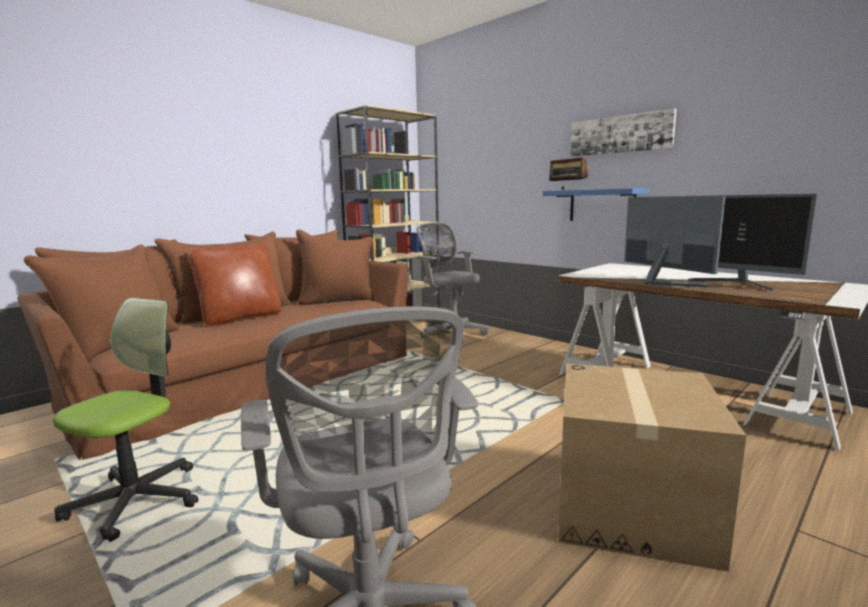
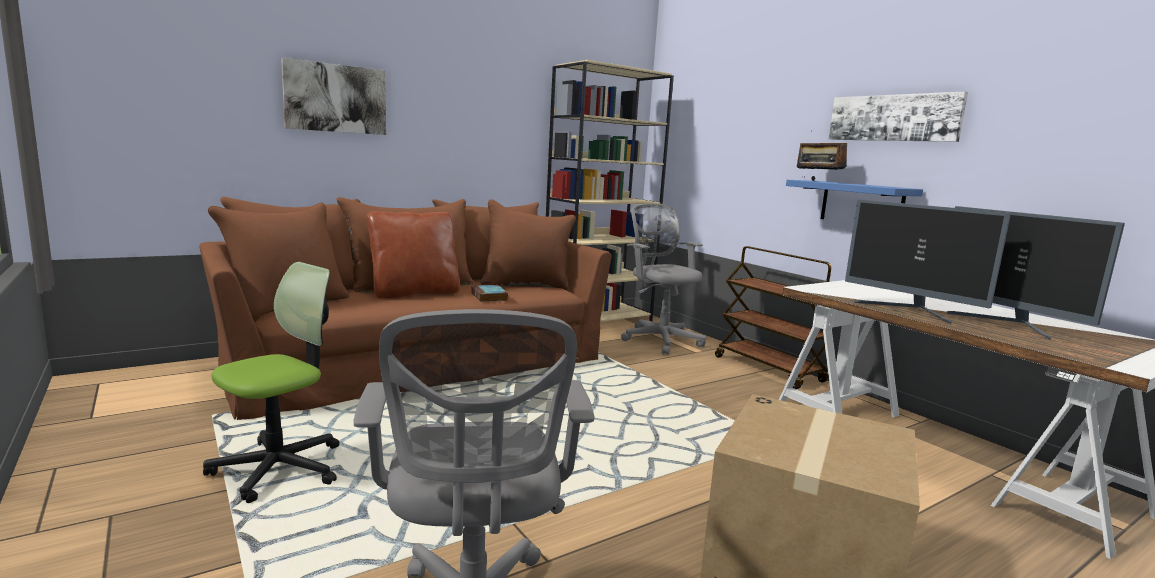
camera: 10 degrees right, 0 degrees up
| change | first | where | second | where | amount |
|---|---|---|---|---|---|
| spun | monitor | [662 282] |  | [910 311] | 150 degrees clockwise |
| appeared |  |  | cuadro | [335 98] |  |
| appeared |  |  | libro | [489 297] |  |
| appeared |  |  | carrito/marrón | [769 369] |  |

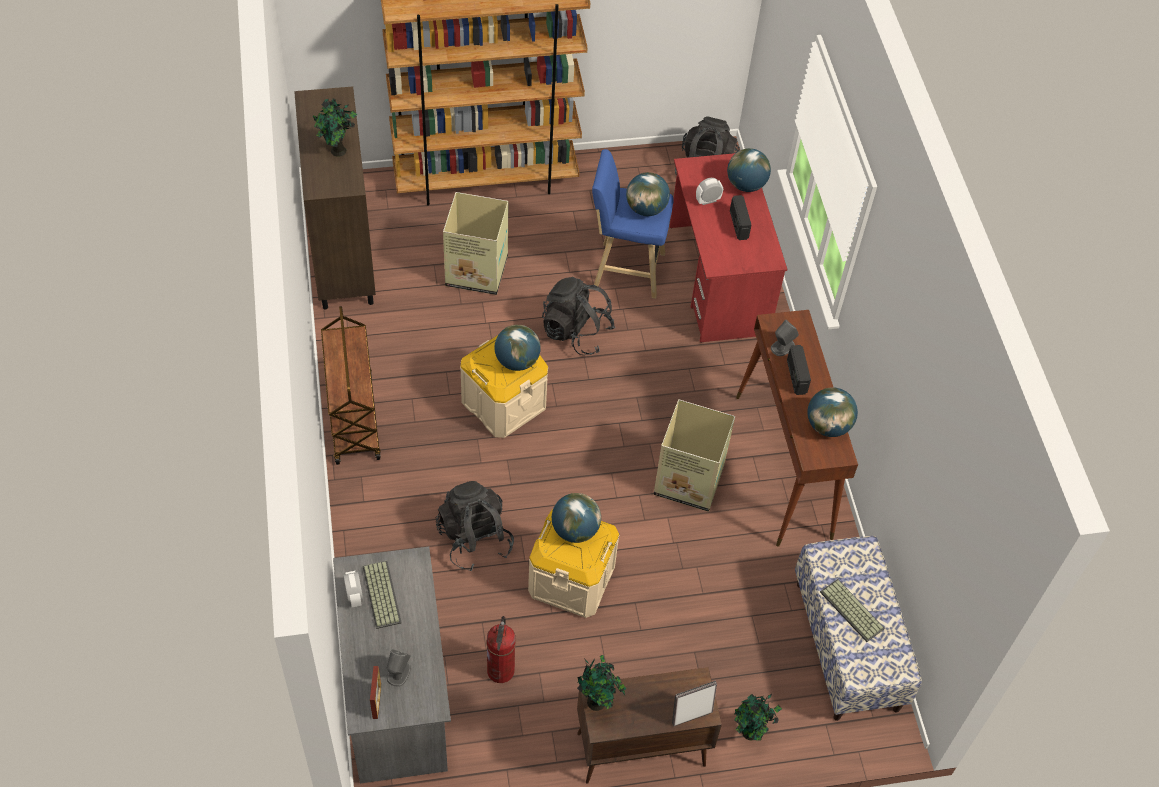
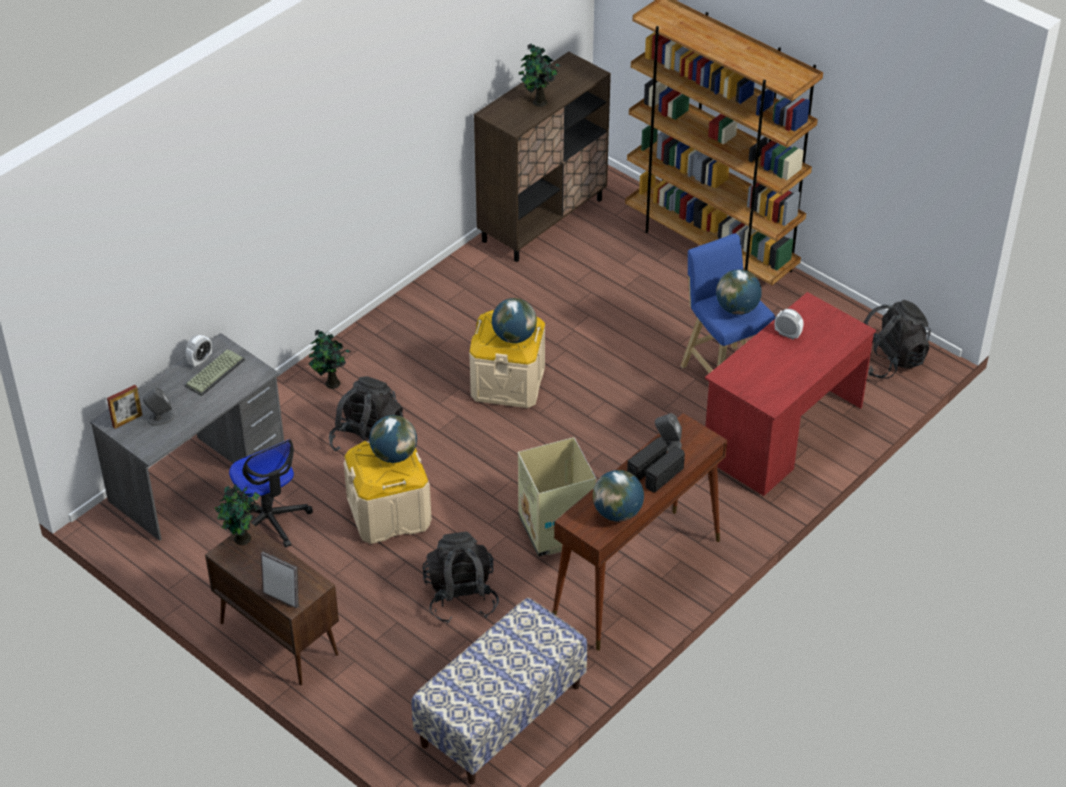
camera: 55 degrees right, 10 degrees down
| change | first | where | second | where | amount |
|---|---|---|---|---|---|
| missing | carrito/marrón | [353 418] |  |  |  |
| missing | caja de cartón | [475 271] |  |  |  |
| exchanged | extintor | [500 670] | silla de oficina | [269 521] |  |
| relocated | mochila/negro | [576 332] |  | [461 597] |  |
| missing | globo terráqueo | [746 185] |  |  |  |
| relocated | radio | [738 225] |  | [664 477] |  |
| relocated | planta en maceta | [750 734] |  | [331 384] |  |
| missing | teclado | [850 610] |  |  |  |

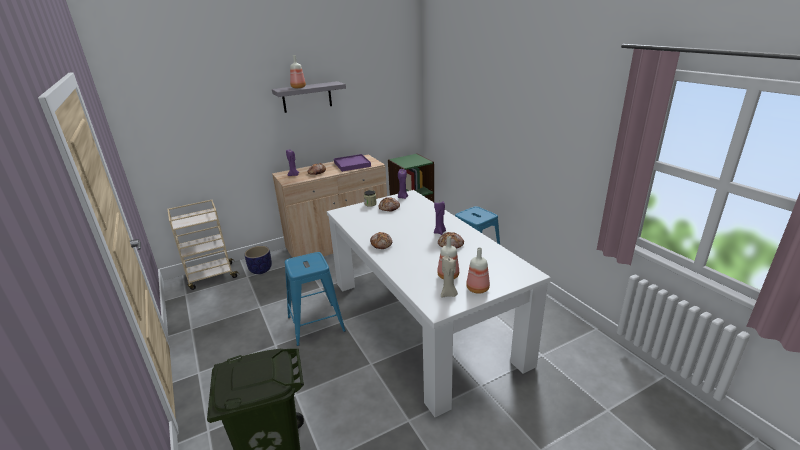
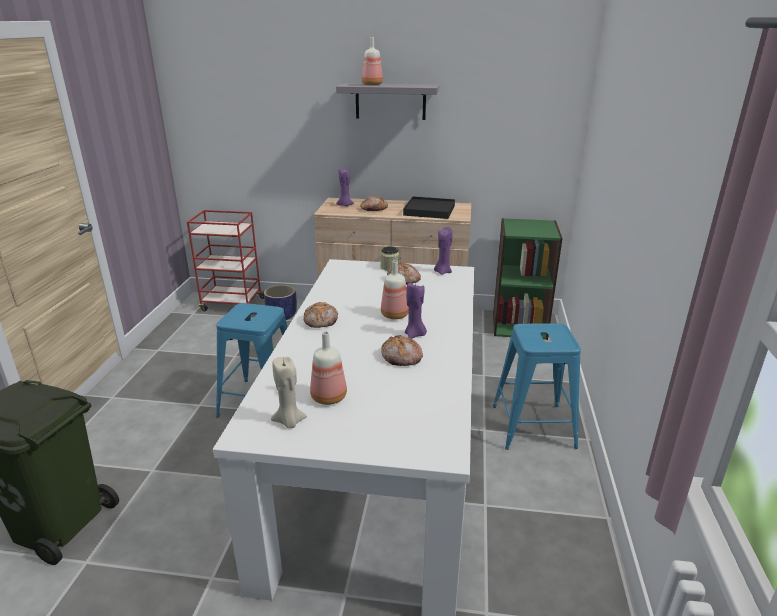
camera: 35 degrees right, 0 degrees up
| change | first | where | second | where | amount |
|---|---|---|---|---|---|
| colour | carrito/beis | [211 276] | carrito/rojo | [232 304] |  |
| colour | bandeja/morado | [352 164] | bandeja/negro | [429 210] |  |
| relocated | botella | [477 288] |  | [395 315] |  |

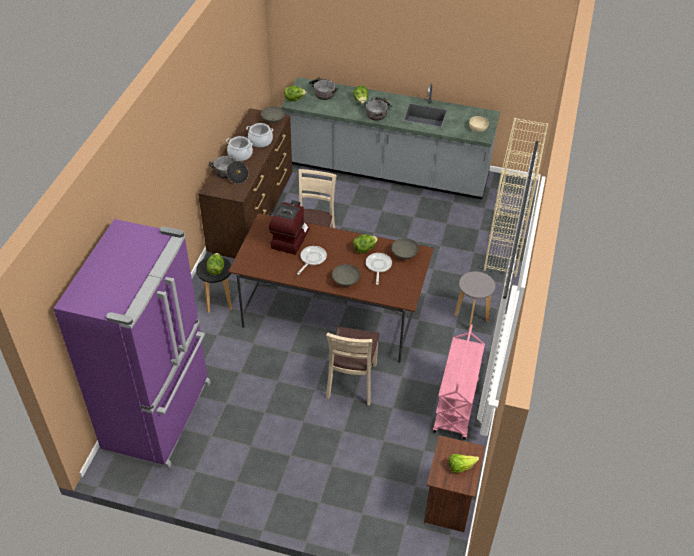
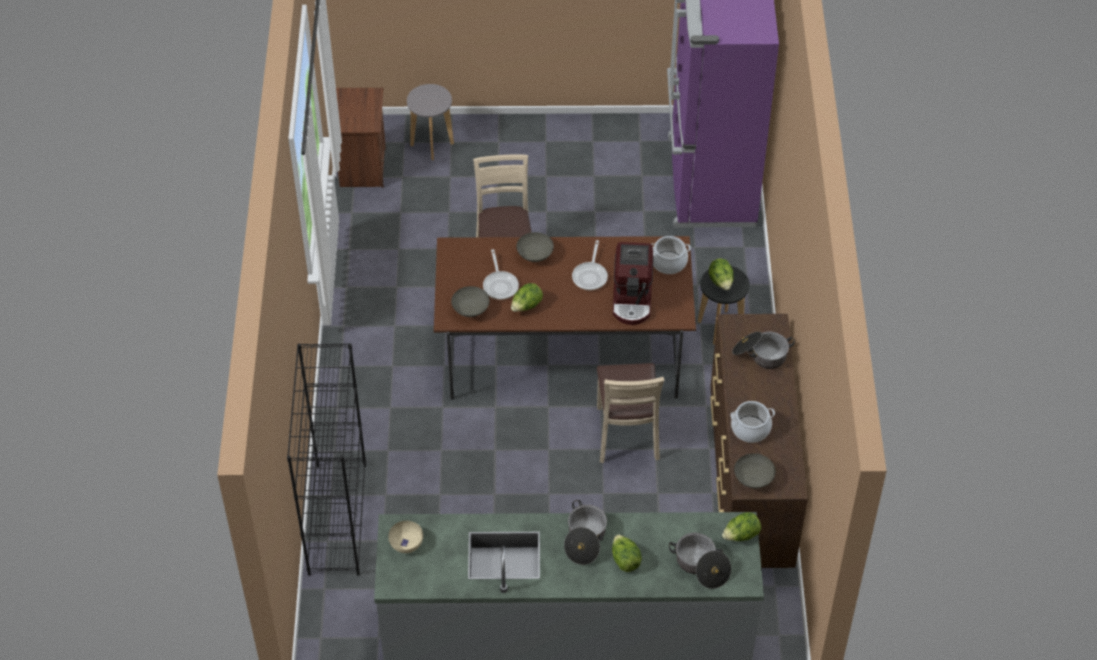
camera: 165 degrees right, 5 degrees up
| change | first | where | second | where | amount |
|---|---|---|---|---|---|
| relocated | olla | [240 155] |  | [668 262] |  |
| missing | carrito/rosa | [456 407] |  |  |  |
| missing | lechuga | [460 466] |  |  |  |
| relocated | taburete/gris | [471 318] |  | [431 144] |  |
| colour | estantería/beis | [506 246] | estantería/negro | [337 518] |  |

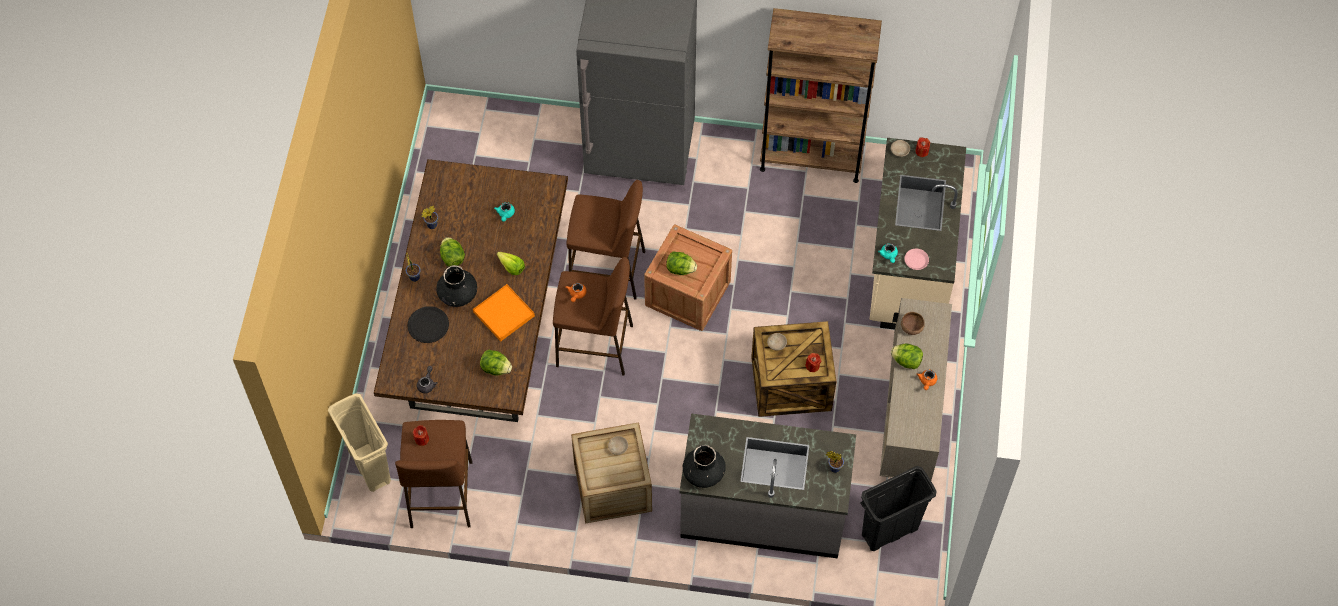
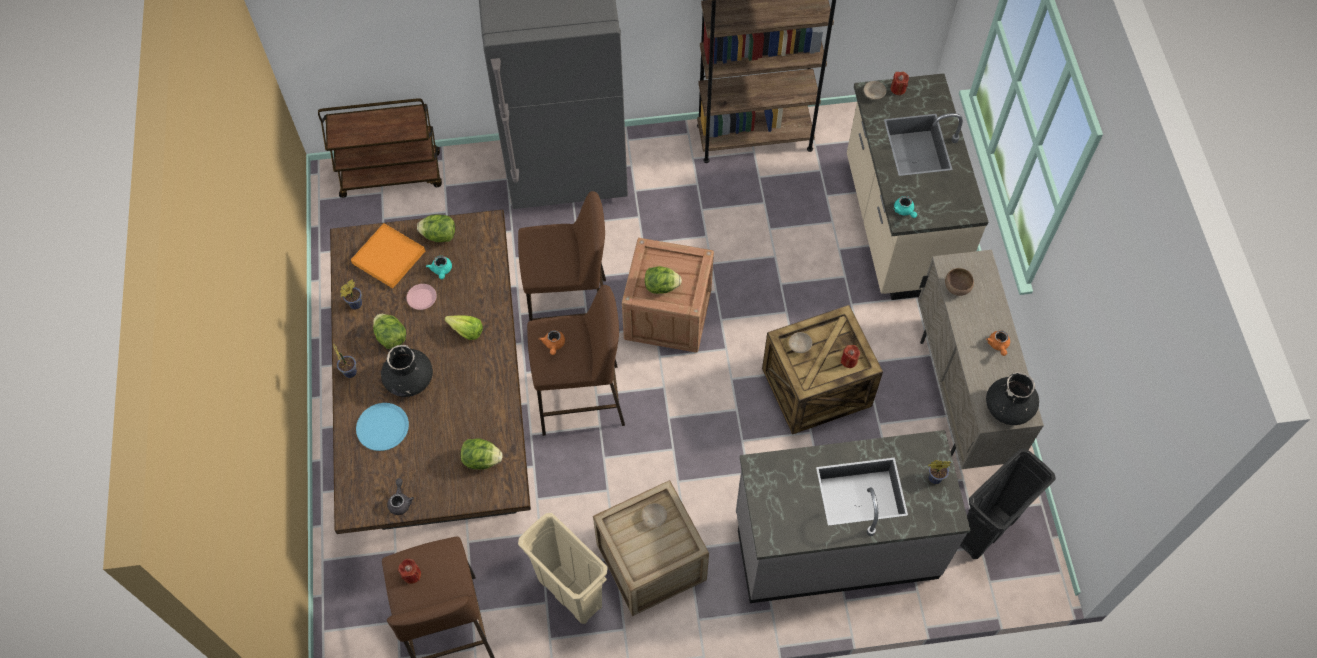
camera: 15 degrees left, 0 degrees up
| change | first | where | second | where | amount |
|---|---|---|---|---|---|
| relocated | papelera/beis | [369 466] |  | [570 592] |  |
| colour | plato/negro | [428 325] | plato/azul | [382 427] |  |
| relocated | bandeja/naranja | [504 314] |  | [388 257] |  |
| relocated | florero/negro | [703 473] |  | [1008 408] |  |
| relocated | lechuga | [906 361] |  | [439 235] |  |
| relocated | plato/rosa | [916 260] |  | [422 298] |  |
| appeared |  |  | carrito/marrón | [392 174] |  |

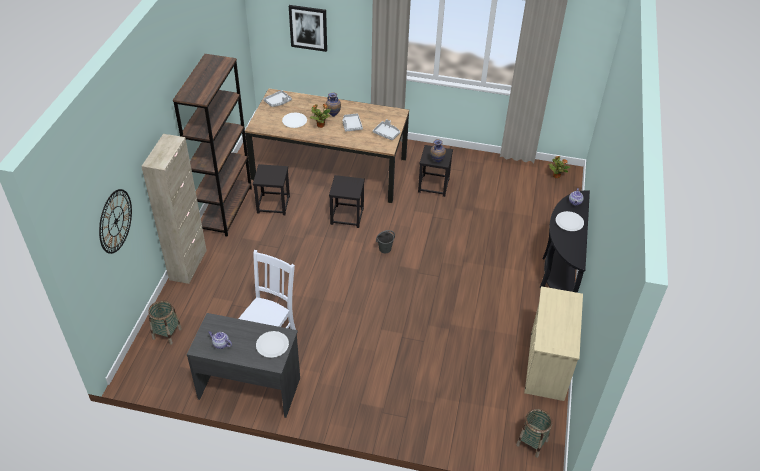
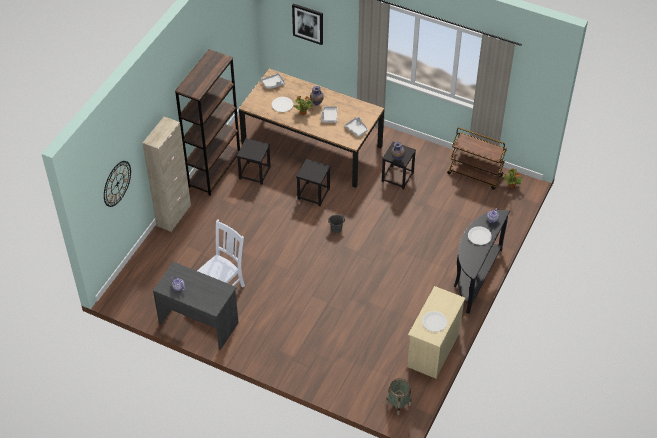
camera: 15 degrees right, 5 degrees up
| change | first | where | second | where | amount |
|---|---|---|---|---|---|
| missing | cesta | [167 333] |  |  |  |
| relocated | plato/blanco | [272 345] |  | [434 322] |  |
| appeared |  |  | carrito/marrón | [475 174] |  |

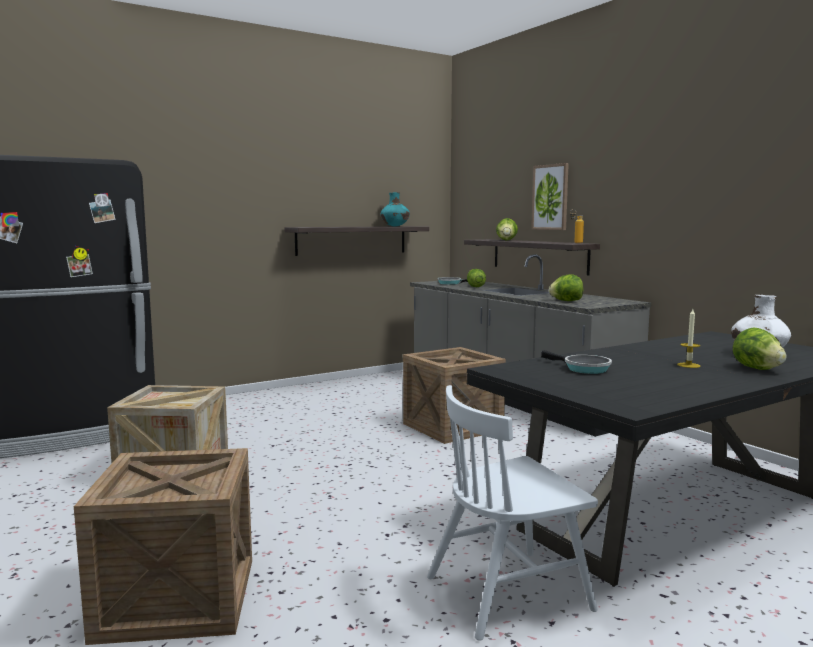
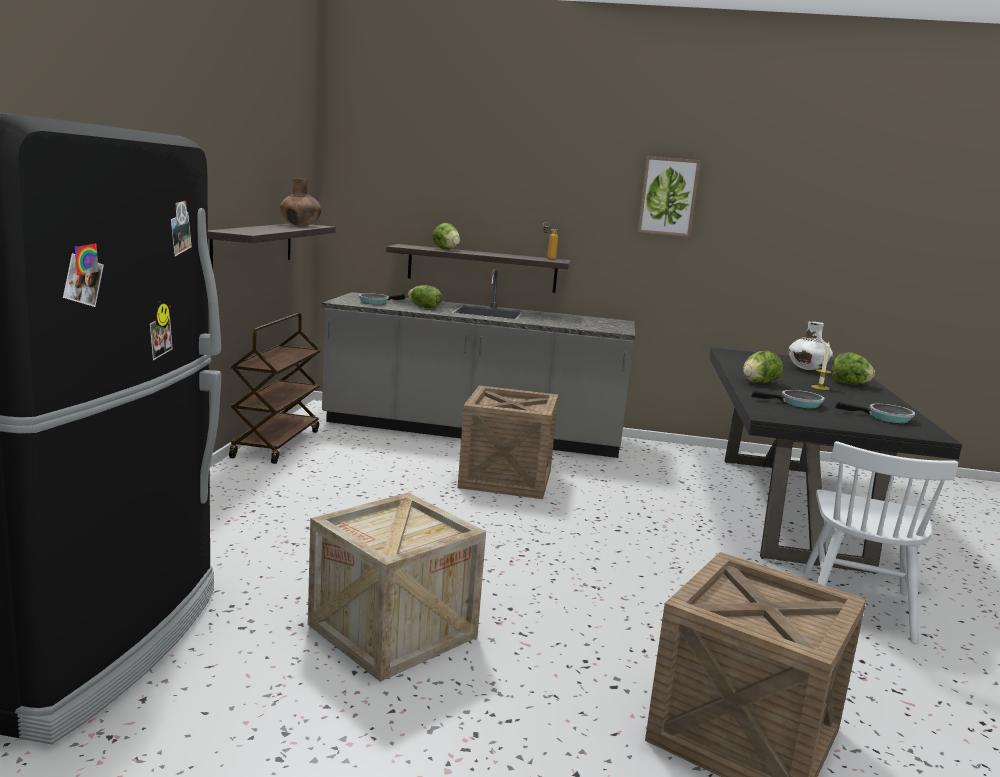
camera: 50 degrees left, 5 degrees up
| change | first | where | second | where | amount |
|---|---|---|---|---|---|
| colour | florero/turquesa | [395 226] | florero/marrón | [300 226] |  |
| relocated | cuadro | [550 197] |  | [668 196] |  |
| relocated | lechuga | [566 301] |  | [759 383] |  |
| appeared |  |  | carrito/marrón | [276 443] |  |
| appeared |  |  | sartén | [885 417] |  |

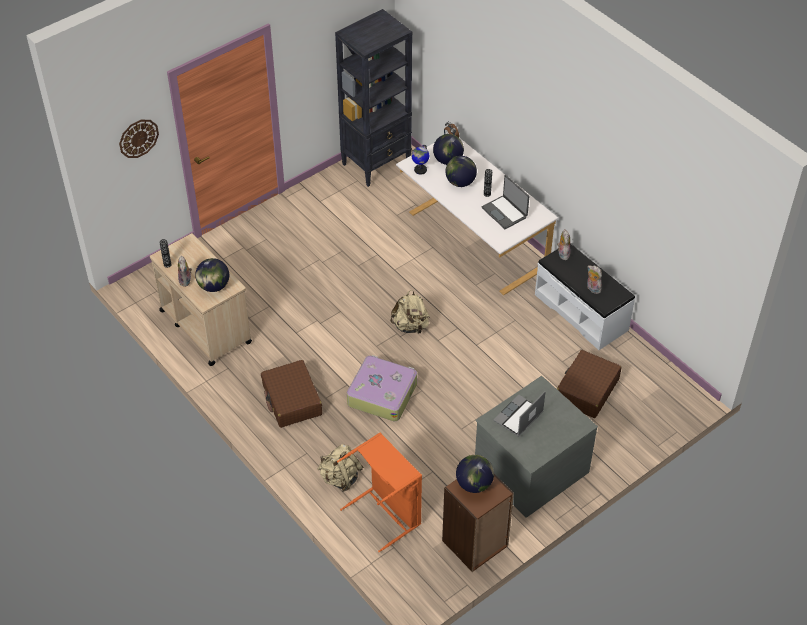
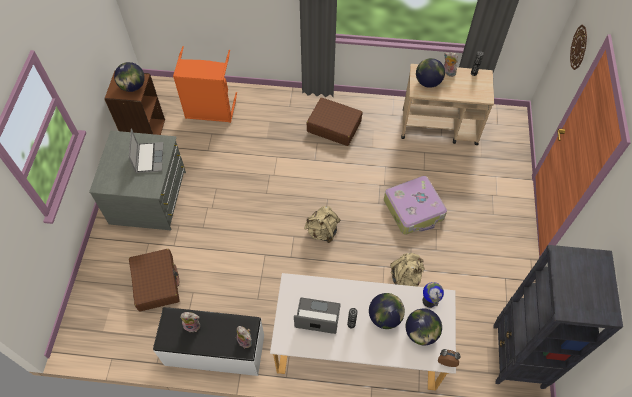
camera: 135 degrees right, 10 degrees up
| change | first | where | second | where | amount |
|---|---|---|---|---|---|
| relocated | mochila/beis | [340 478] |  | [405 278] |  |
| relocated | maleta | [382 394] |  | [414 209] |  |

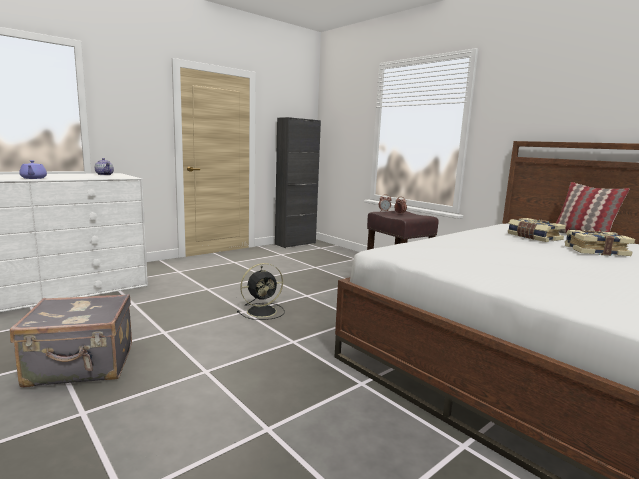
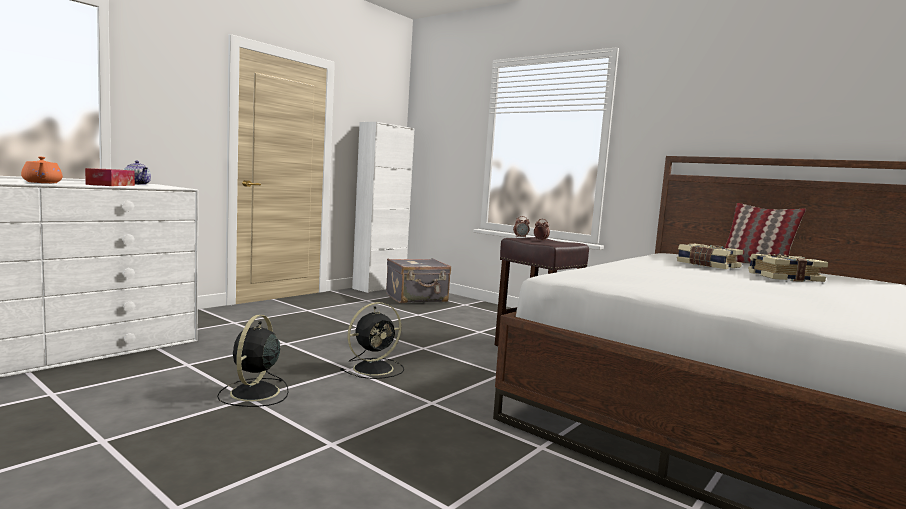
camera: 10 degrees left, 5 degrees down
| change | first | where | second | where | amount |
|---|---|---|---|---|---|
| relocated | maleta/gris | [82 366] |  | [417 298] |  |
| colour | tetera/morado | [33 178] | tetera/naranja | [42 183] |  |
| colour | armario/negro | [295 243] | armario/blanco | [379 287] |  |
| appeared |  |  | caja de pañuelos | [111 185] |  |
| appeared |  |  | ventilador/negro | [254 393] |  |

